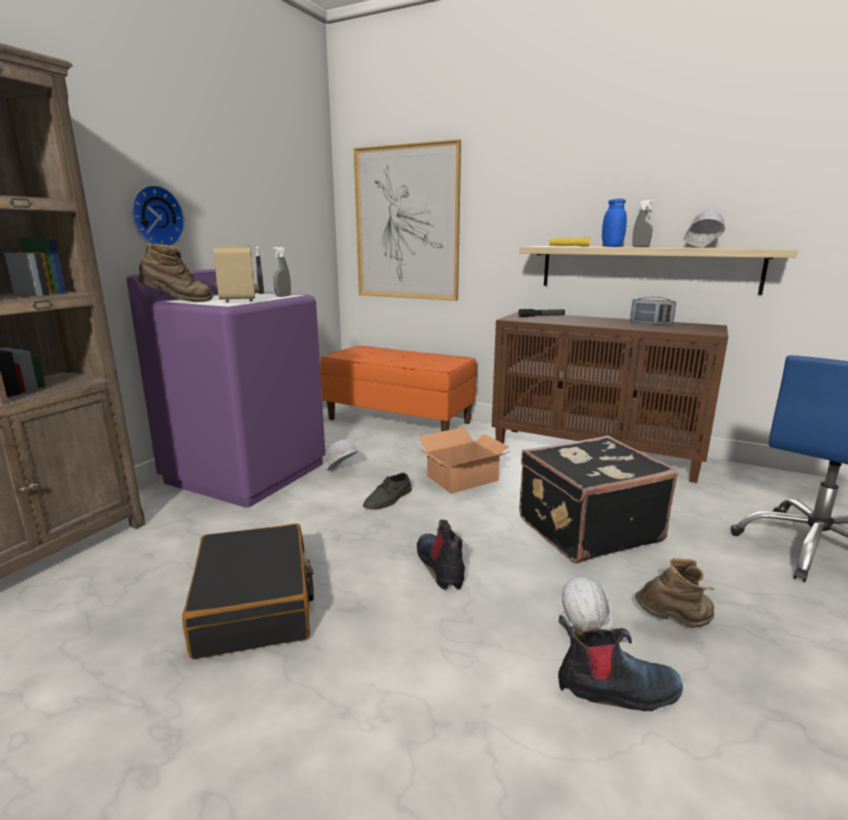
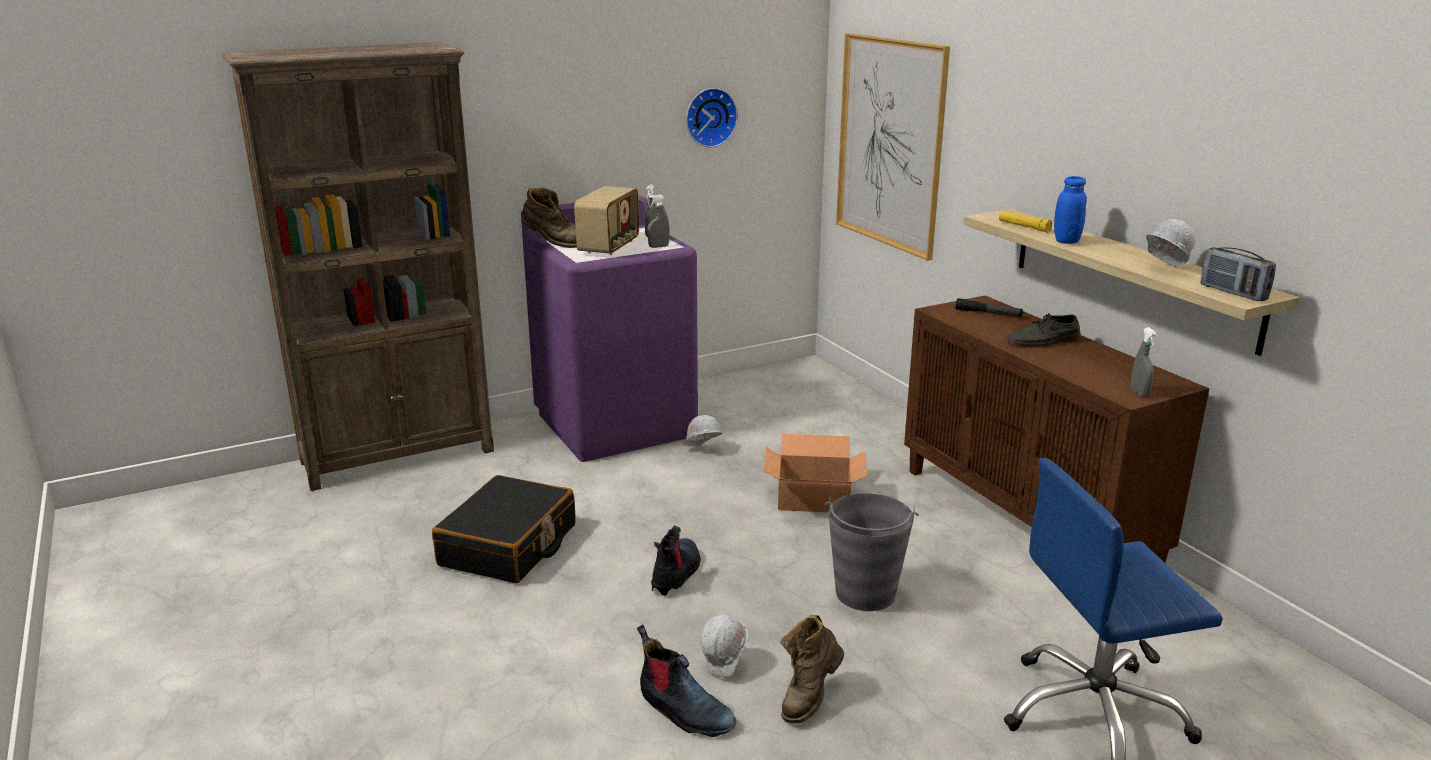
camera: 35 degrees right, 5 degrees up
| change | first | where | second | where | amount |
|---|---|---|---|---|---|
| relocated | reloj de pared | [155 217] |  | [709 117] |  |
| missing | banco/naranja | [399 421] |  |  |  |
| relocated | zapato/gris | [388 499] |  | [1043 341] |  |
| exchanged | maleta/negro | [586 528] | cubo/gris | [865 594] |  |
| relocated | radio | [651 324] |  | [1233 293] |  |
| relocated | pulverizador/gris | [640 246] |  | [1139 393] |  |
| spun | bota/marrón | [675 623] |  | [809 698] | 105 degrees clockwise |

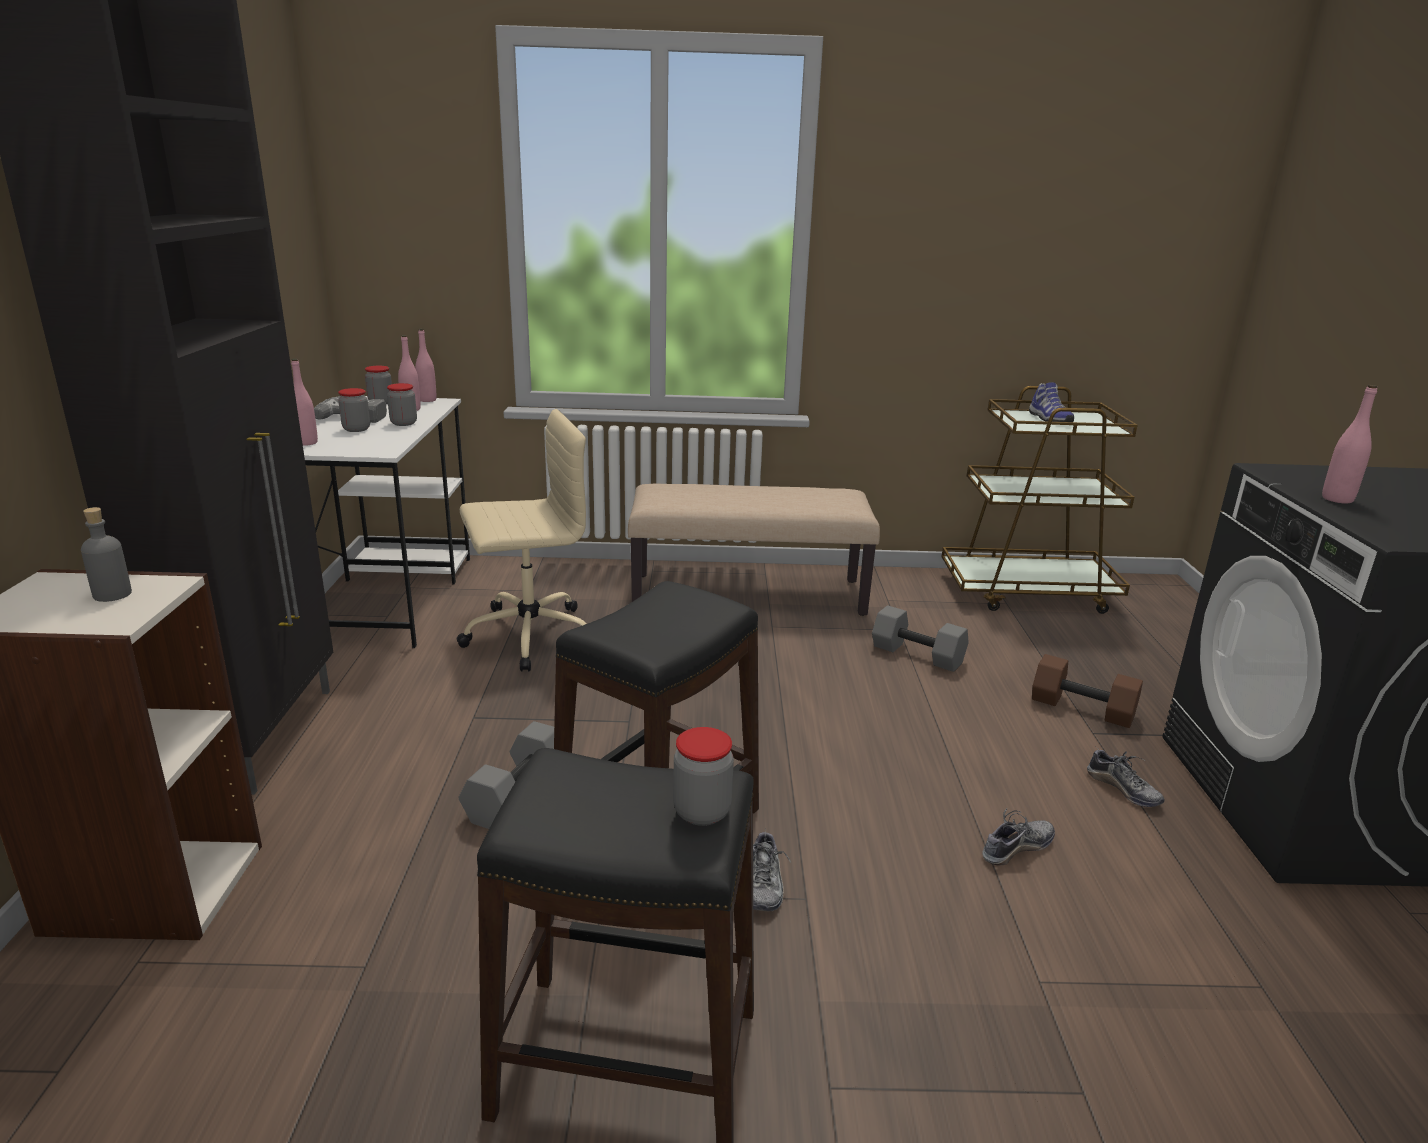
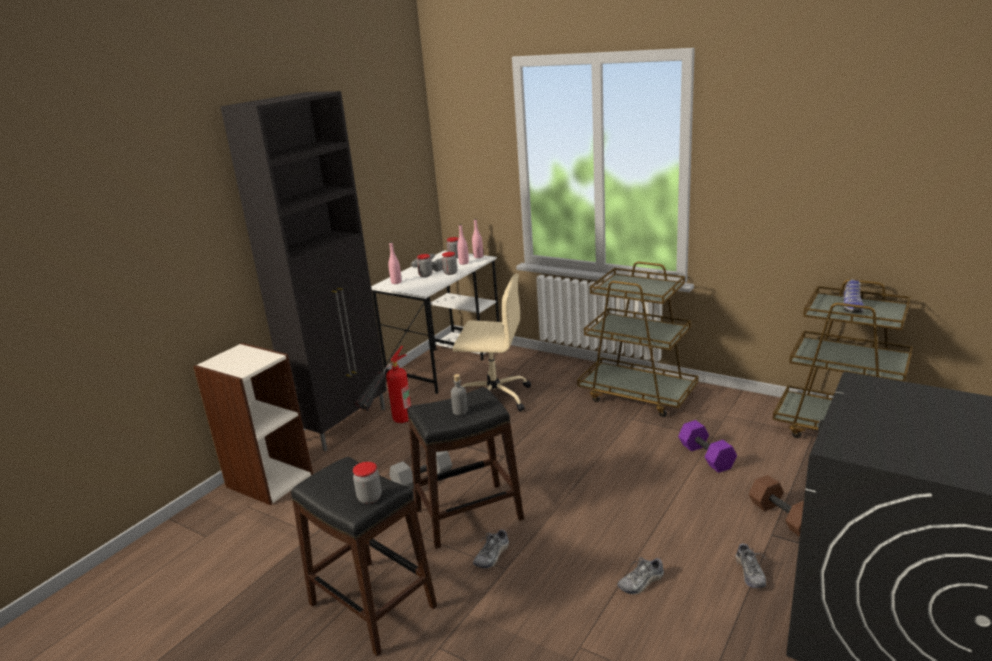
camera: 35 degrees right, 0 degrees up
| change | first | where | second | where | amount |
|---|---|---|---|---|---|
| relocated | botella/gris | [112 594] |  | [460 411] |  |
| exchanged | banco/beis | [749 594] | carrito/marrón | [637 395] |  |
| colour | mancuerna/gris | [918 654] | mancuerna/morado | [707 456] |  |
| spun | zapato | [1016 848] |  | [641 582] | 150 degrees clockwise |
| missing | botella/rosa | [1337 499] |  |  |  |
| appeared |  |  | extintor | [390 427] |  |

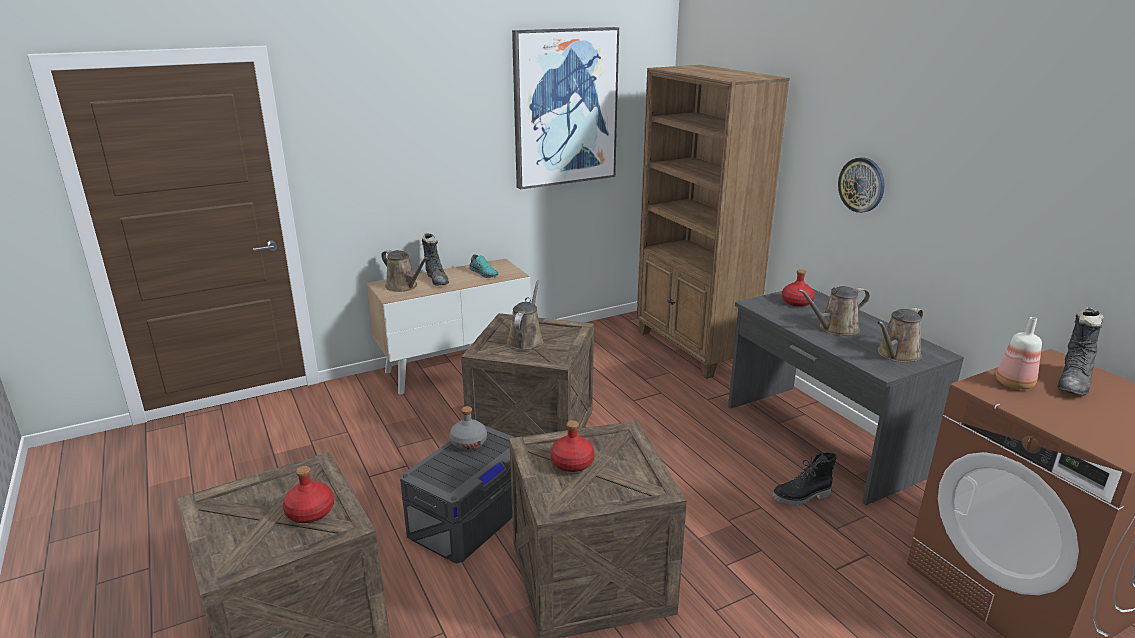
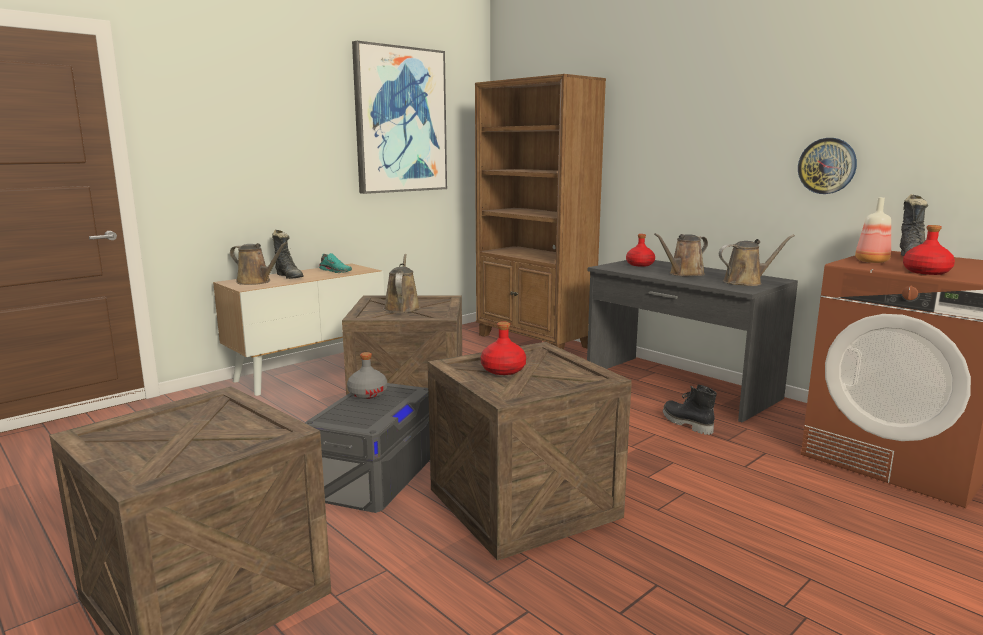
camera: 15 degrees left, 10 degrees down
| change | first | where | second | where | amount |
|---|---|---|---|---|---|
| relocated | botella/rojo | [309 512] |  | [926 272] |  |
| spun | bota/negro | [802 497] |  | [686 423] | 90 degrees clockwise |
| relocated | reloj de pared | [862 185] |  | [827 166] |  |
| spun | regadera/marrón | [896 355] |  | [746 282] | 135 degrees counterclockwise |

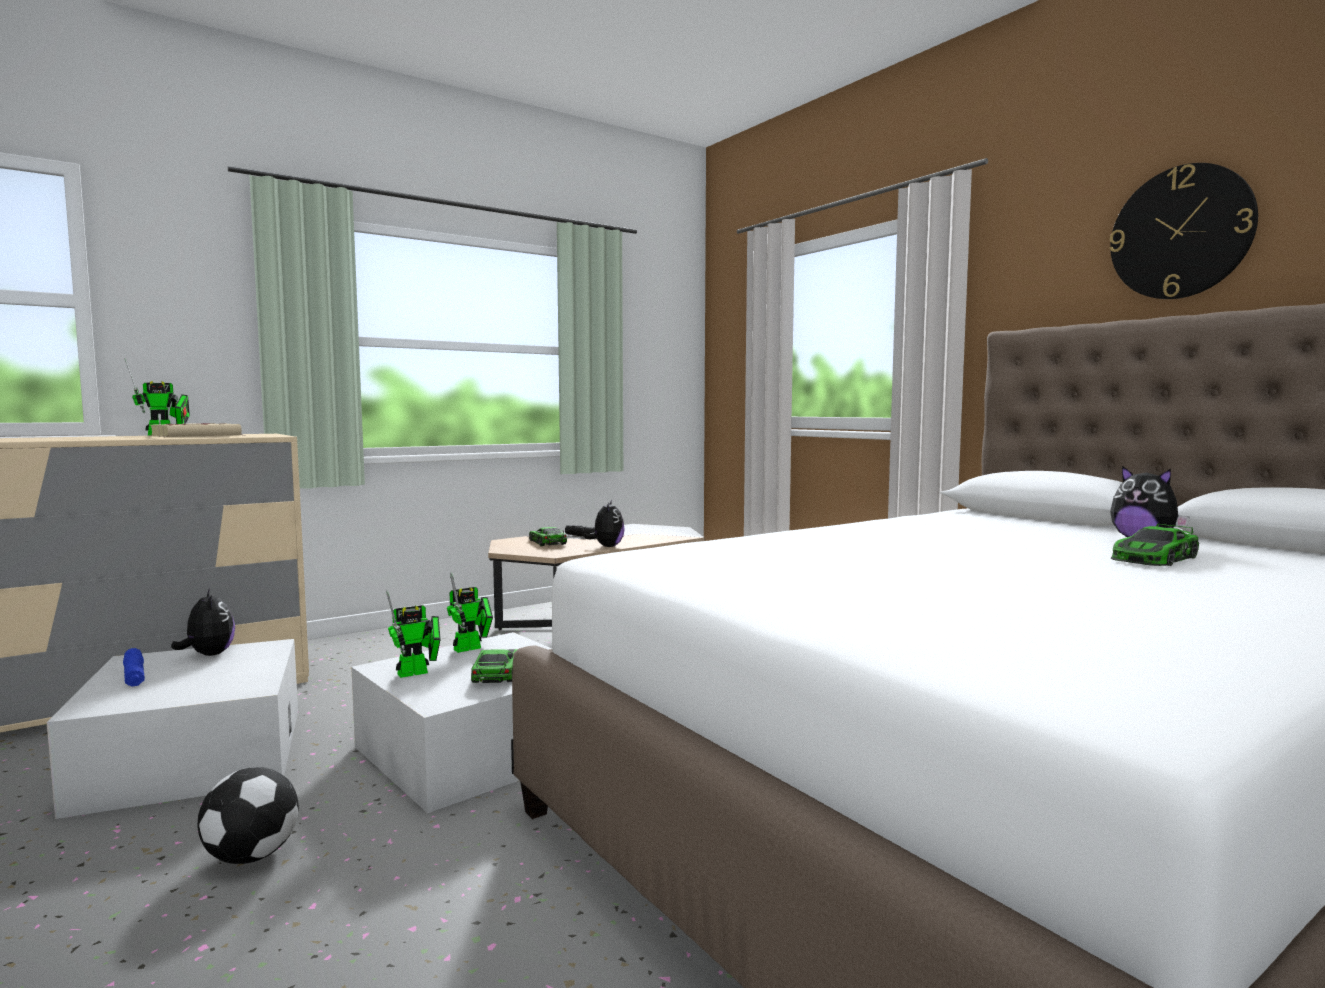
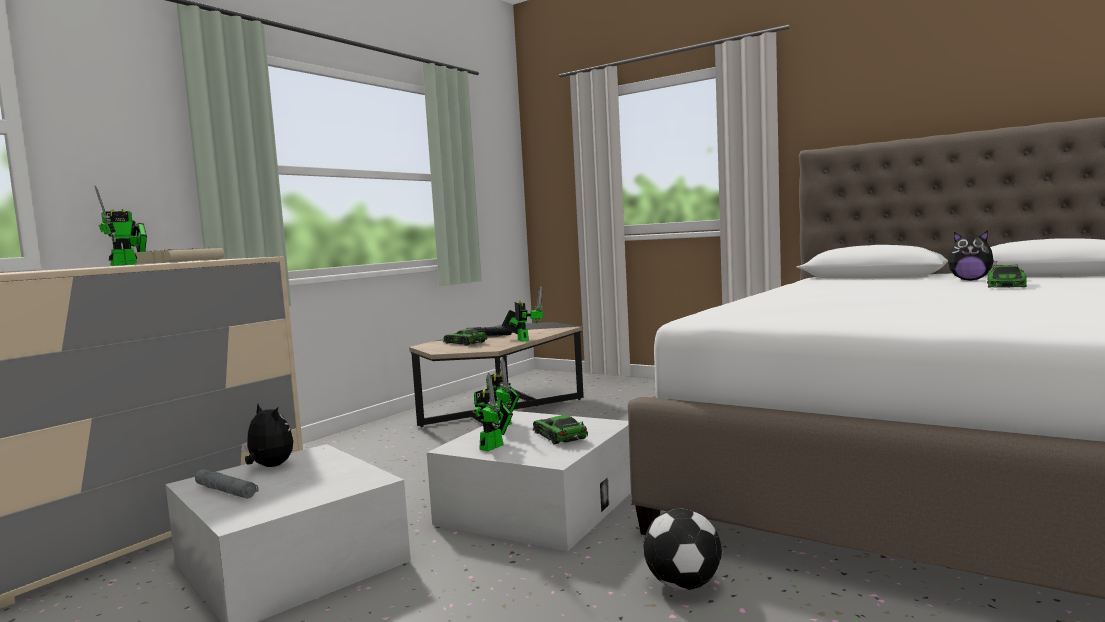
camera: 20 degrees left, 0 degrees up
| change | first | where | second | where | amount |
|---|---|---|---|---|---|
| colour | linterna/azul | [134 675] | linterna/gris | [226 491] |  |
| relocated | balón de fútbol | [251 855] |  | [682 584] |  |
| exchanged | peluche | [607 546] | robot de juguete | [522 339] |  |
| missing | reloj de pared | [1180 232] |  |  |  |

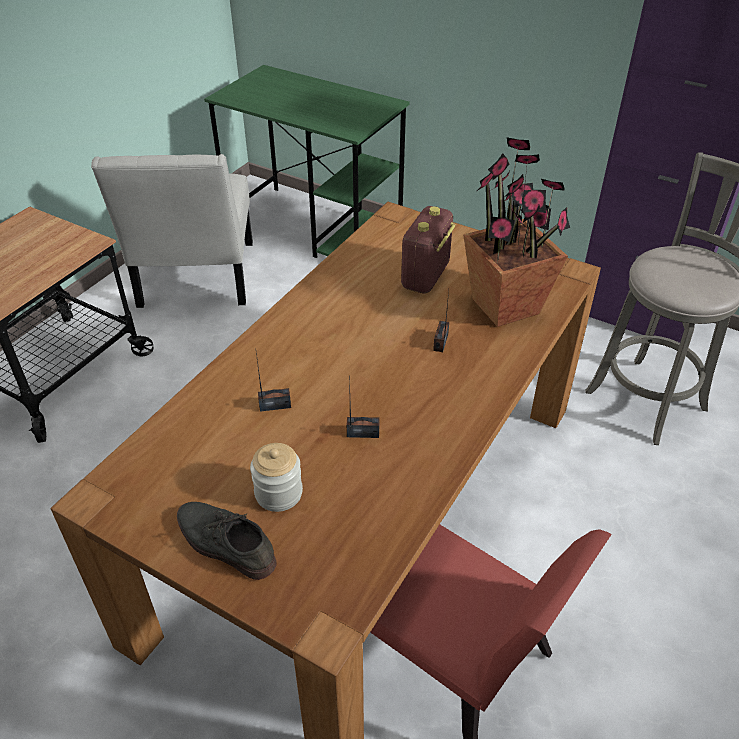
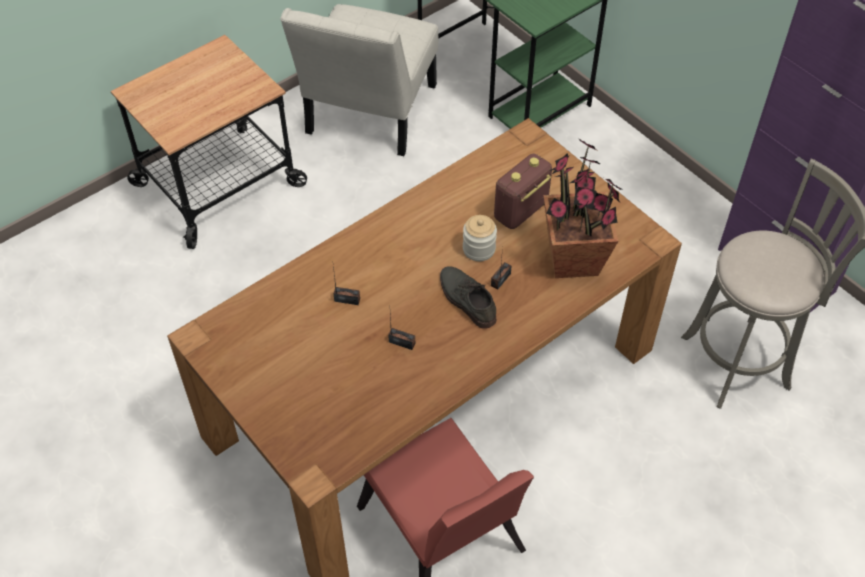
camera: 20 degrees right, 10 degrees up
| change | first | where | second | where | amount |
|---|---|---|---|---|---|
| relocated | zapato/gris | [224 543] |  | [466 299] |  |
| relocated | tarro | [278 493] |  | [479 249] |  |

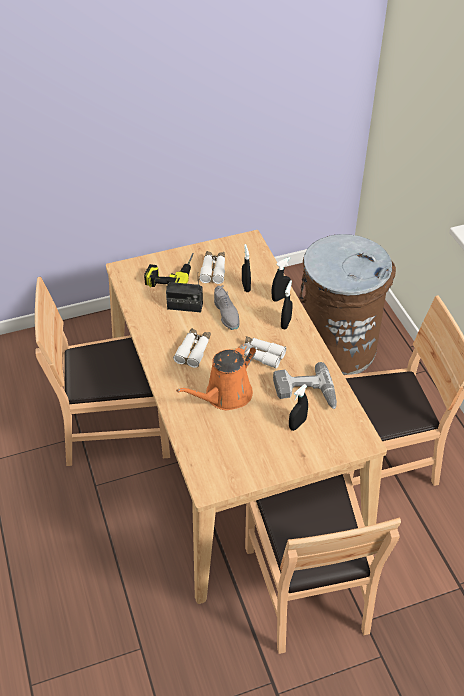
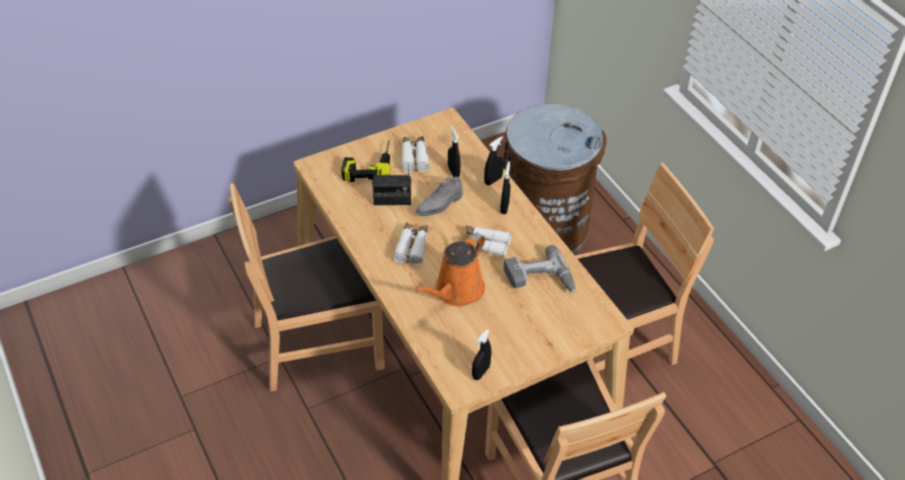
camera: 10 degrees left, 0 degrees up
| change | first | where | second | where | amount |
|---|---|---|---|---|---|
| spun | zapato/gris | [227 315] |  | [439 205] | 75 degrees clockwise |
| relocated | pulverizador/negro | [297 424] |  | [481 372] |  |

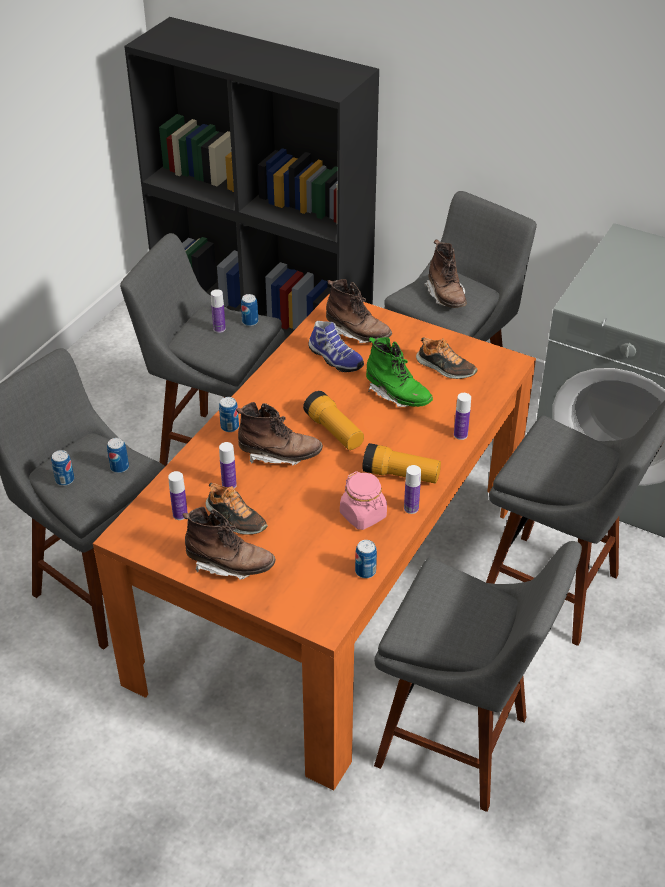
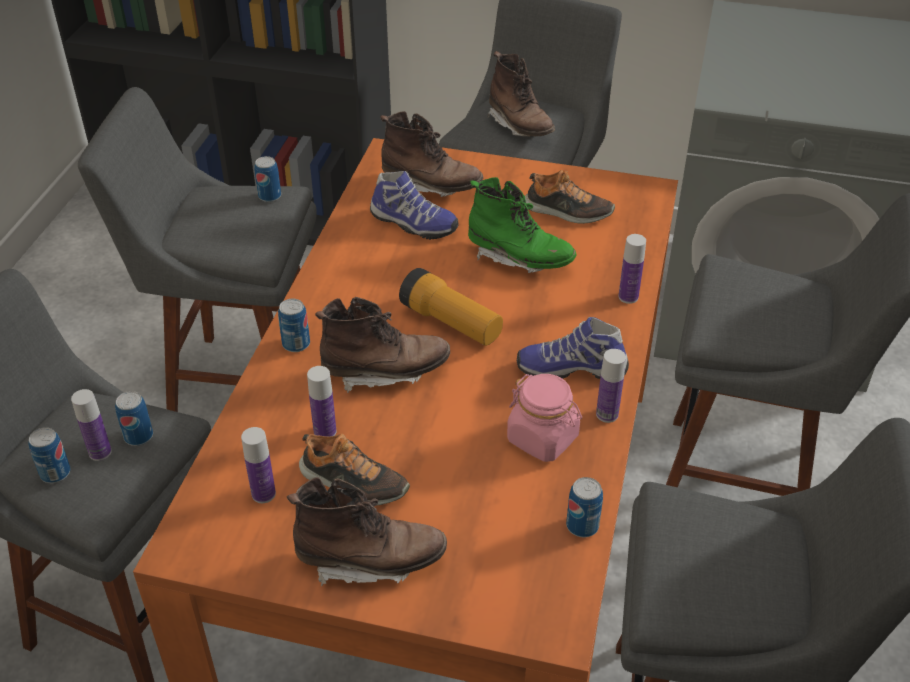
camera: 15 degrees left, 0 degrees up
| change | first | where | second | where | amount |
|---|---|---|---|---|---|
| relocated | botella | [219 329] |  | [100 452] |  |
| exchanged | linterna | [401 475] | zapato | [571 368] |  |

